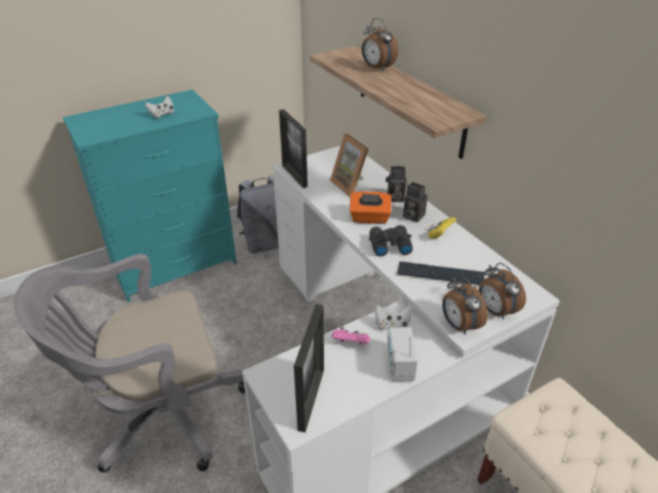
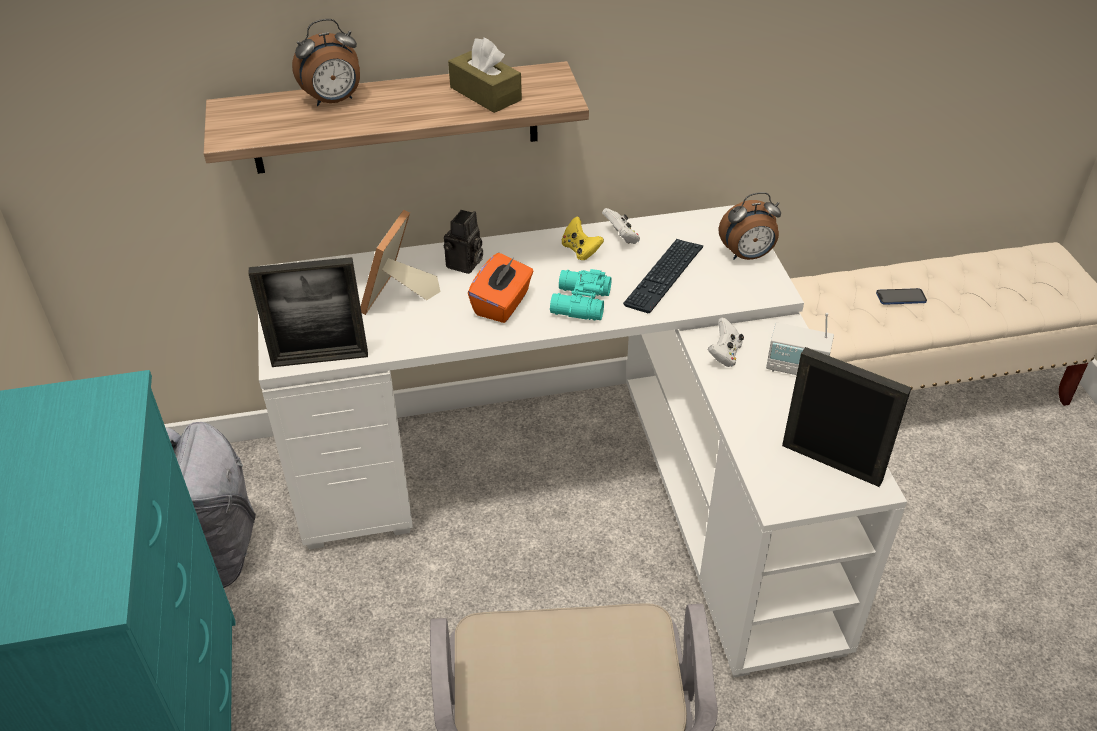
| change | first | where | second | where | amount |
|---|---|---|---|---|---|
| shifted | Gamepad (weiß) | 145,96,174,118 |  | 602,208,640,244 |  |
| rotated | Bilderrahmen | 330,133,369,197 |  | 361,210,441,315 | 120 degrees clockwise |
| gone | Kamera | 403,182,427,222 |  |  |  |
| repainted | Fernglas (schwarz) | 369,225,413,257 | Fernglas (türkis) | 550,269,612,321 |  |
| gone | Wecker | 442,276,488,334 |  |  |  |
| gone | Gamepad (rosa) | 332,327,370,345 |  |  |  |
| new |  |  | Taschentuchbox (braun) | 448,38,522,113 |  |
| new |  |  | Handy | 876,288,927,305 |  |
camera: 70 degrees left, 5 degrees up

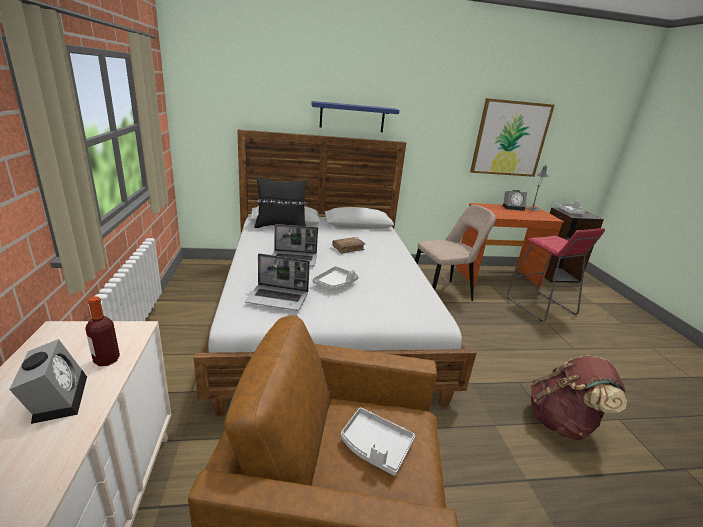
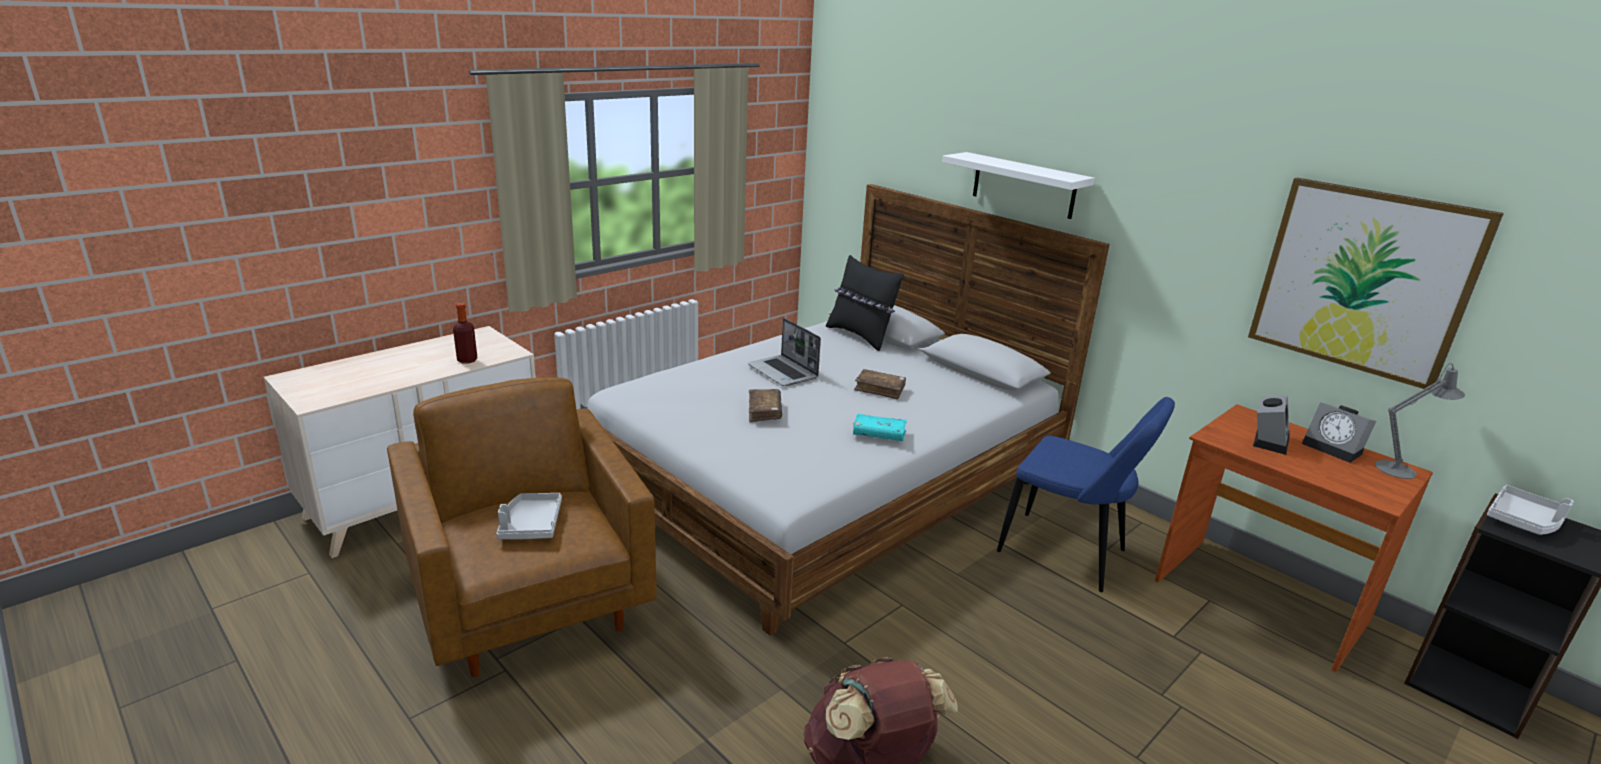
| change | first | where | second | where | amount |
|---|---|---|---|---|---|
| repainted | Wandregal (blau) | 311,101,399,132 | Wandregal (weiß) | 942,152,1095,219 |  |
| repainted | Stuhl (beige) | 415,205,496,301 | Stuhl (blau) | 997,397,1175,592 |  |
| gone | Hocker (rot) | 507,228,605,322 |  |  |  |
| gone | Laptop | 245,253,310,310 |  |  |  |
| swapped | Tablett (grau) | 312,266,359,291 | Buch (braun) | 749,389,782,422 |  |
| shifted | Wecker | 9,339,87,424 |  | 1253,396,1290,455 |  |
| new |  |  | Buch (türkis) | 853,414,907,441 |  |
camera: 55 degrees right, 0 degrees up

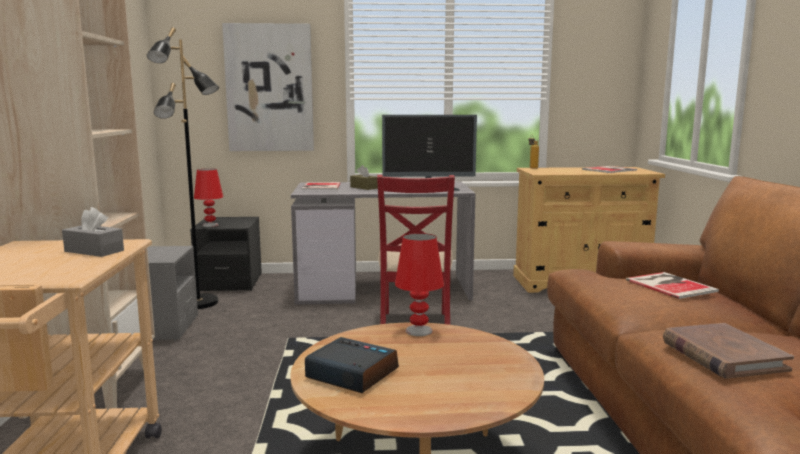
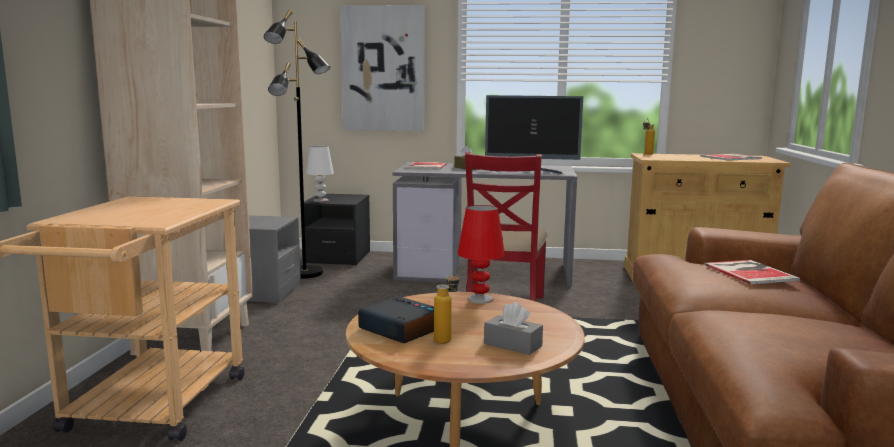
| change | first | where | second | where | amount |
|---|---|---|---|---|---|
| repainted | Tischlampe (rot) | 194,168,223,227 | Tischlampe (weiß) | 306,146,334,202 |  |
| shifted | Taschentuchbox (grau) | 62,207,124,257 |  | 484,302,543,355 |  |
| gone | Buch (braun) | 663,323,794,379 |  |  |  |
| new |  |  | Flasche | 434,270,459,344 |  |
camera: 10 degrees right, 0 degrees up

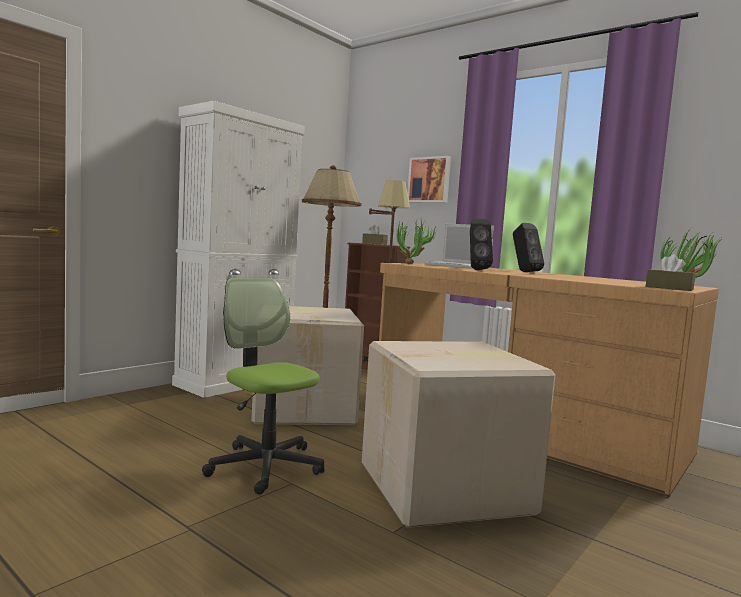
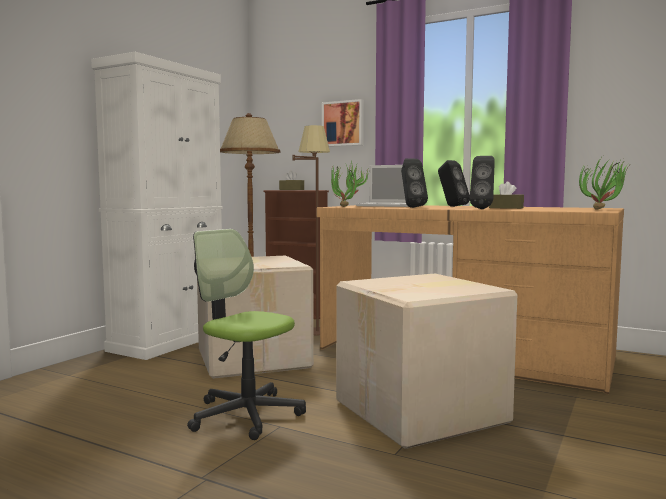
| change | first | where | second | where | amount |
|---|---|---|---|---|---|
| shifted | Taschentuchbox (braun) | 646,254,696,291 |  | 489,182,524,209 |  |
| new |  |  | Lautsprecher (schwarz) | 470,156,495,209 |  |
camera: 10 degrees left, 0 degrees up

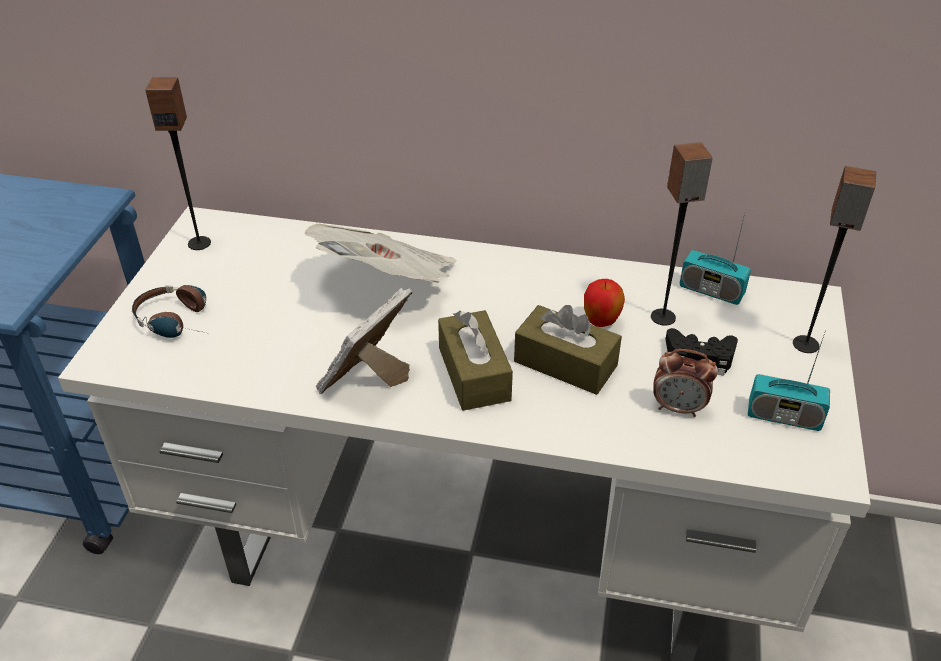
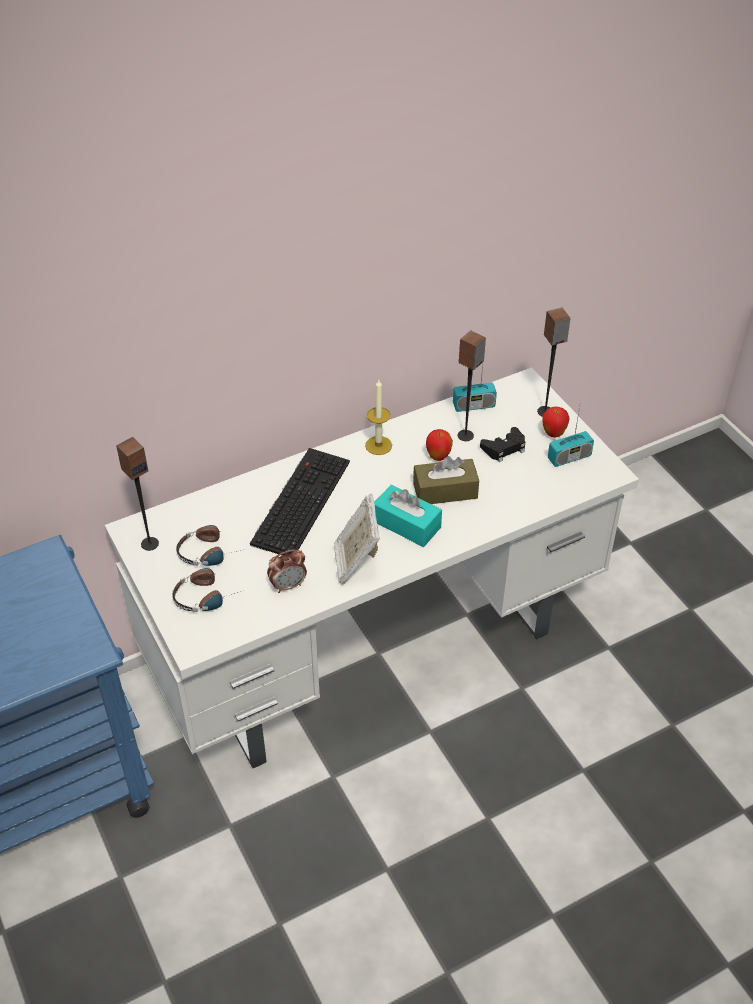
| change | first | where | second | where | amount |
|---|---|---|---|---|---|
| swapped | Zeitung | 305,224,456,283 | Tastatur | 250,448,350,556 |  |
| repainted | Taschentuchbox (braun) | 438,310,513,411 | Taschentuchbox (türkis) | 374,485,442,547 |  |
| shifted | Wecker | 653,349,718,417 |  | 267,550,307,593 |  |
| new |  |  | Kerze | 365,380,392,455 |  |
| new |  |  | Apfel | 542,407,569,438 |  |
| new |  |  | Kopfhörer | 176,525,246,566 |  |
camera: 40 degrees left, 5 degrees up

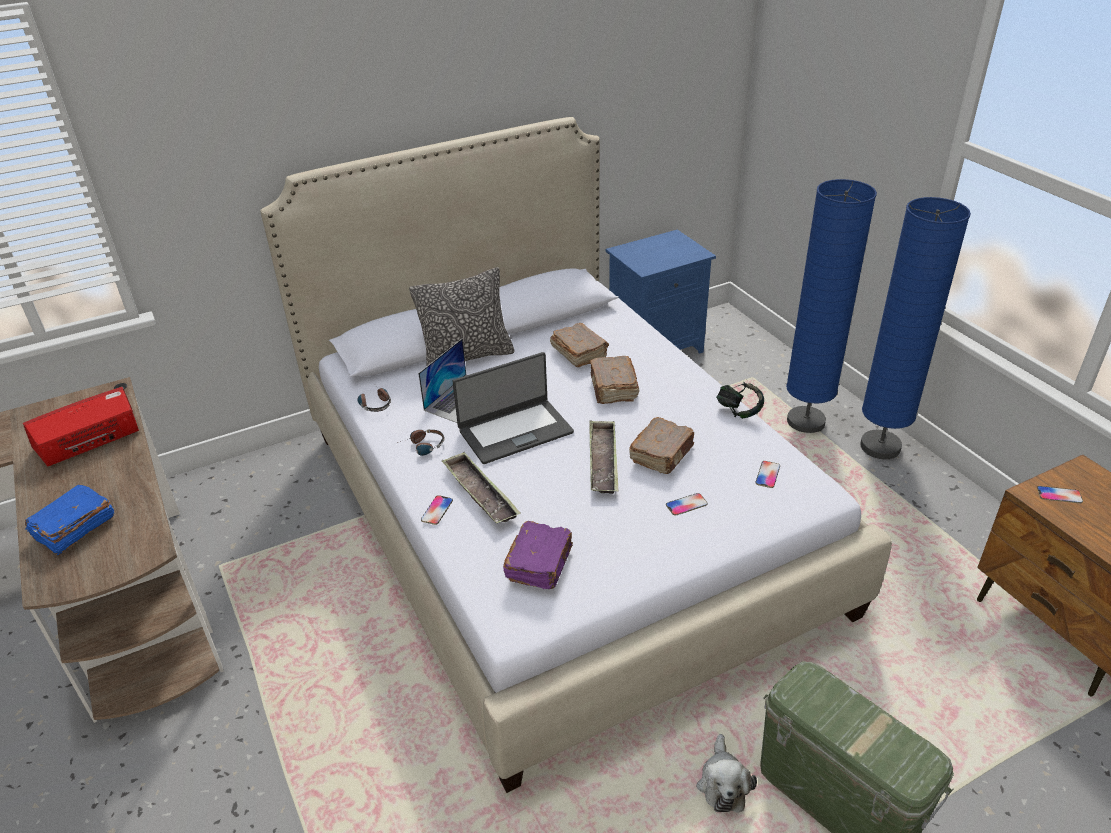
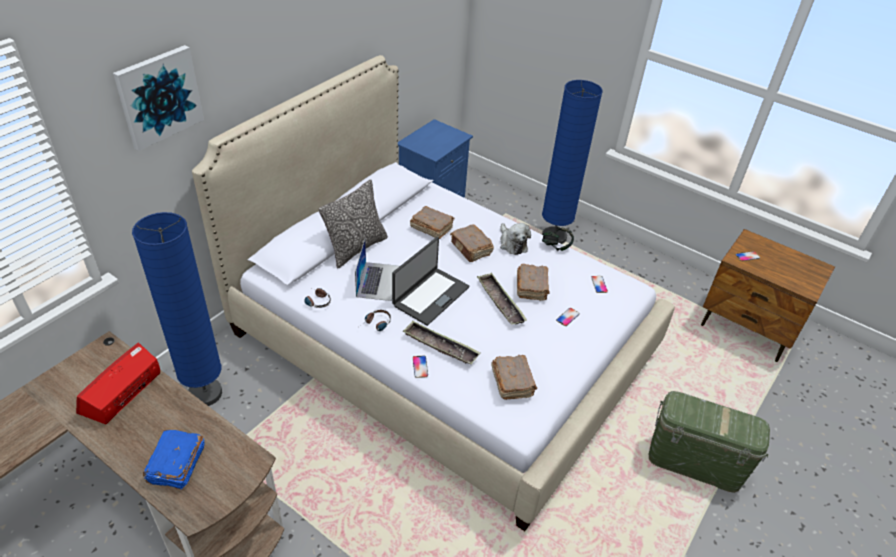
| change | first | where | second | where | amount |
|---|---|---|---|---|---|
| shifted | Stehlampe (blau) | 860,197,971,459 |  | 132,212,222,406 |  |
| repainted | Buch (lila) | 503,521,573,589 | Buch (braun) | 491,355,537,400 |  |
| shifted | Plüschtier | 696,734,757,813 |  | 500,223,531,255 |  |
| new |  |  | Bild | 113,45,204,151 |  |
camera: 30 degrees left, 5 degrees up

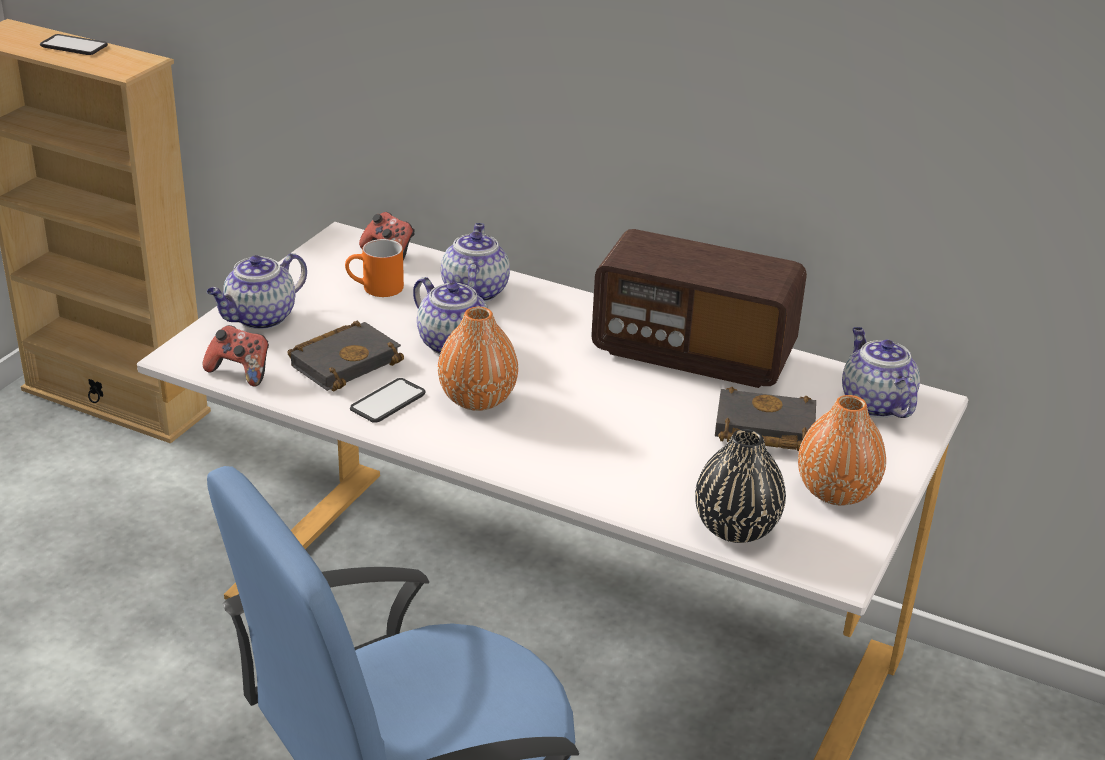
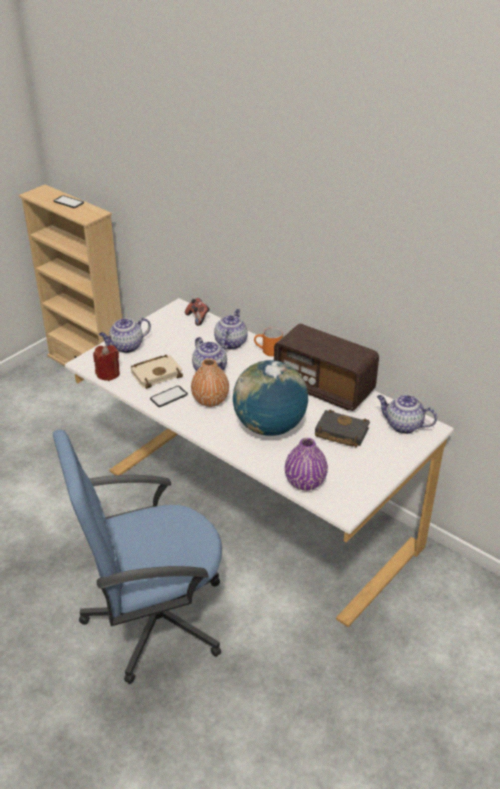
| change | first | where | second | where | amount |
|---|---|---|---|---|---|
| shifted | Henkelbecher (orange) | 345,239,404,297 |  | 254,327,283,356 |  |
| repainted | Buch (schwarz) | 287,321,404,391 | Buch (beige) | 131,355,183,389 |  |
| swapped | Gamepad | 202,325,269,387 | Kerze (rot) | 93,345,120,381 |  |
| rotated | Teekanne | 842,327,920,418 |  | 377,394,437,434 | 60 degrees counterclockwise |
| gone | Vase (orange) | 798,395,886,505 |  |  |  |
| repainted | Vase (schwarz) | 695,429,786,543 | Vase (lila) | 285,438,328,490 |  |
| new |  |  | Globus | 233,360,308,436 |  |
camera: 15 degrees right, 5 degrees up

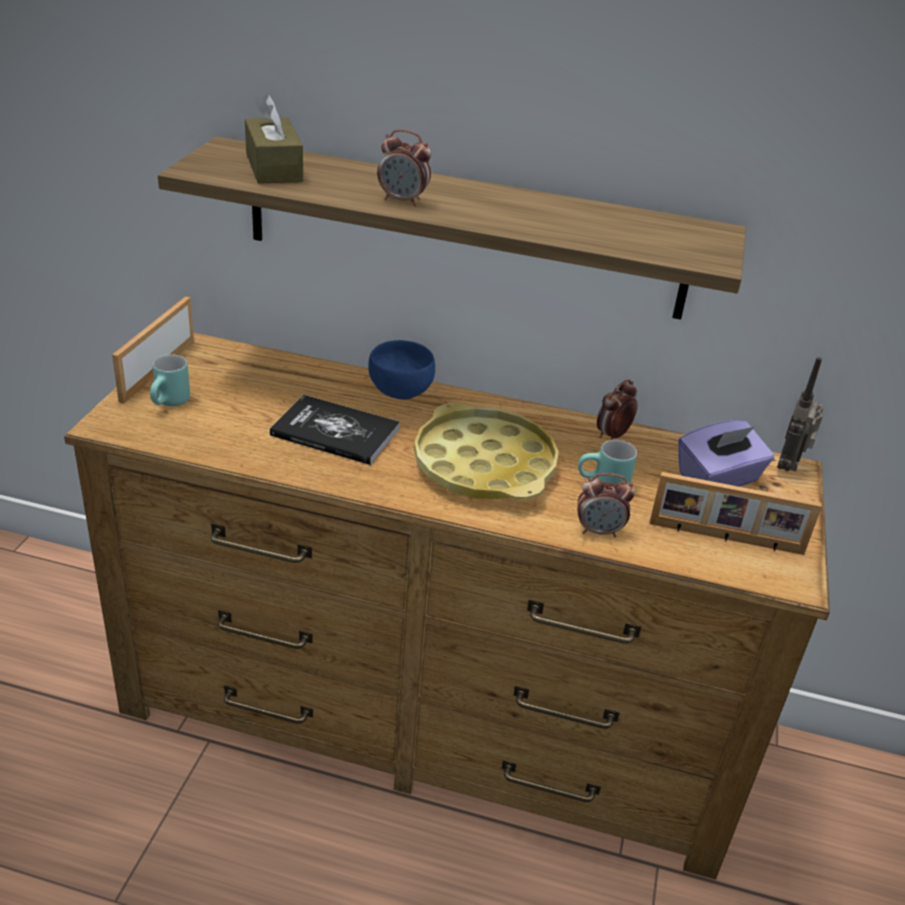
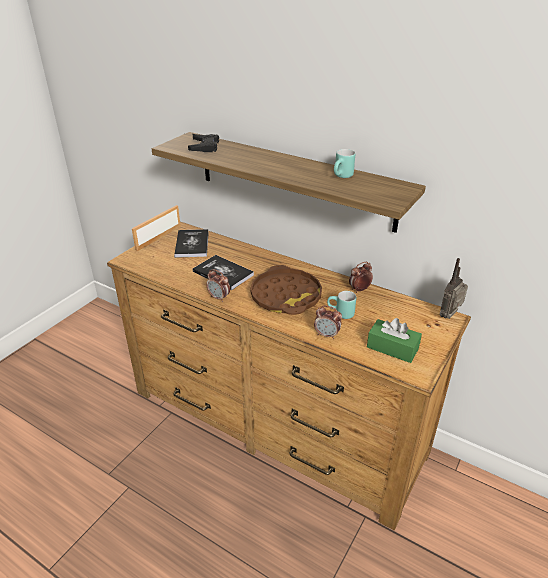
| change | first | where | second | where | amount |
|---|---|---|---|---|---|
| swapped | Taschentuchbox (braun) | 245,95,303,184 | Gamepad (schwarz) | 188,134,219,152 |  |
| shifted | Wecker | 377,129,431,206 |  | 206,269,230,302 |  |
| gone | Schüssel (blau) | 368,340,435,400 |  |  |  |
| shifted | Henkelbecher (türkis) | 150,354,190,406 |  | 334,149,355,178 |  |
| repainted | Tablett (gelb) | 414,402,559,500 | Tablett (braun) | 250,265,322,315 |  |
| gone | Taschentuchbox (lila) | 678,420,774,487 |  |  |  |
| swapped | Bilderrahmen | 649,472,822,555 | Taschentuchbox (grün) | 367,318,422,363 |  |
| new |  |  | Buch | 174,229,209,258 |  |
camera: 20 degrees right, 0 degrees up

